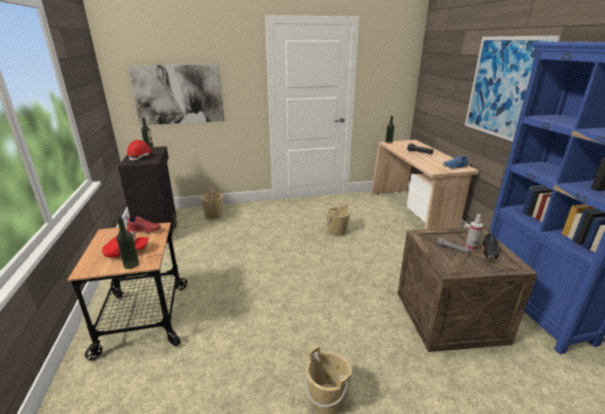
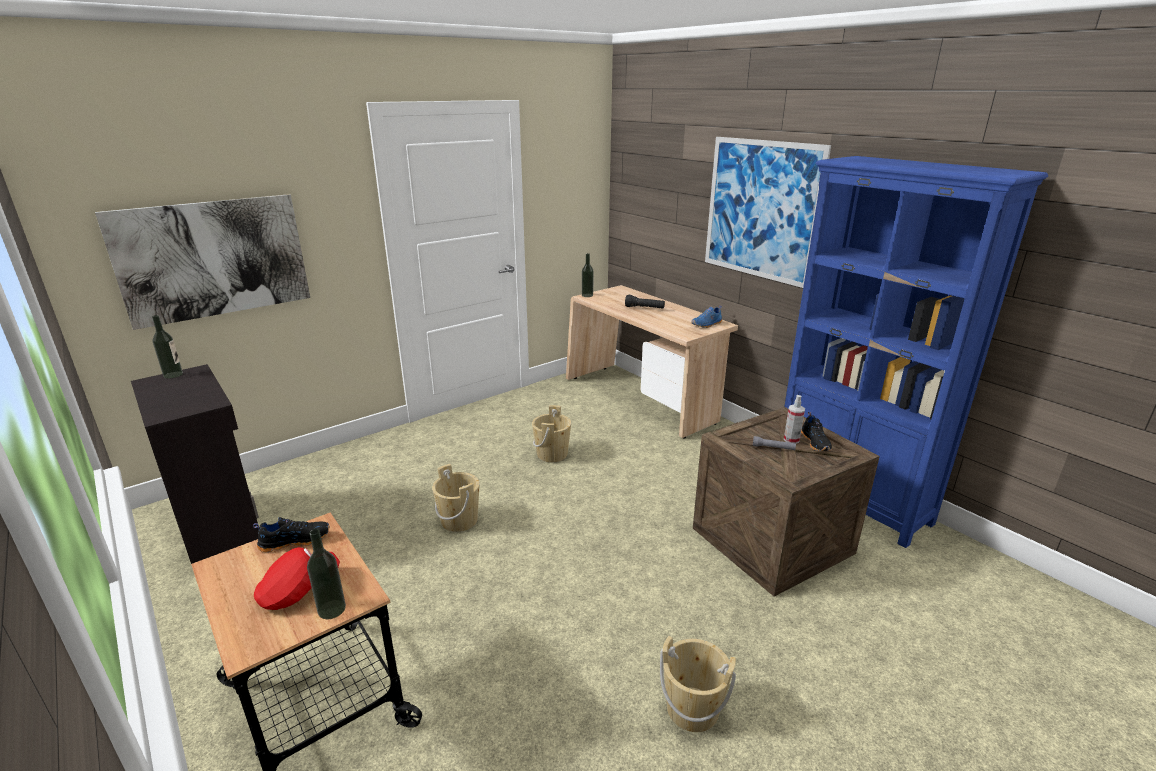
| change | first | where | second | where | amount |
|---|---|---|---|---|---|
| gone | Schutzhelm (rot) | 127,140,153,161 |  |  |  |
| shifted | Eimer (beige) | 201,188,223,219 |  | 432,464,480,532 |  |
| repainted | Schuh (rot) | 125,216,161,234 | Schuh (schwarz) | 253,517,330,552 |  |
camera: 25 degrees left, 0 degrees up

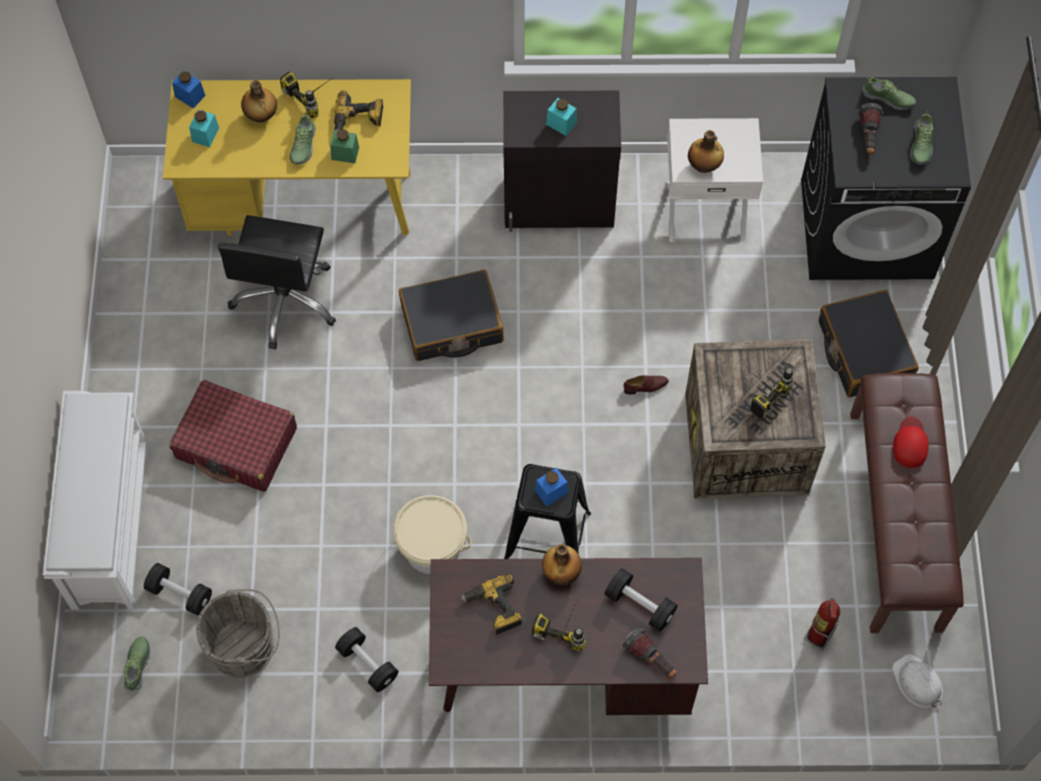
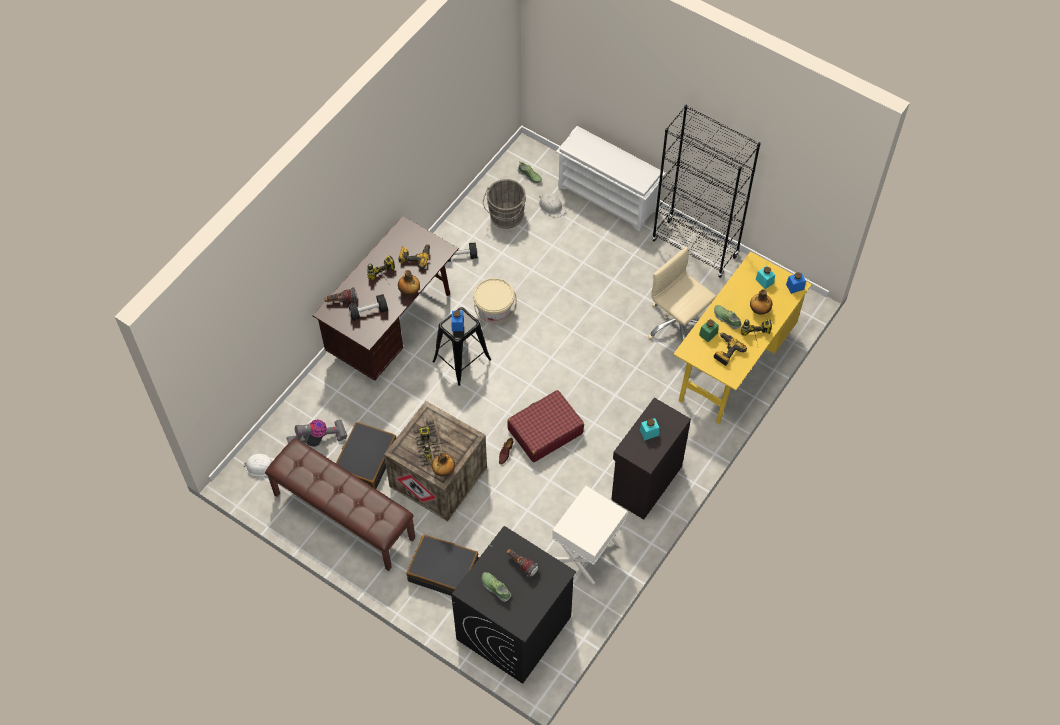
| change | first | where | second | where | amount |
|---|---|---|---|---|---|
| gone | Schuh | 863,76,916,110 |  |  |  |
| shifted | Flasche | 688,130,724,173 |  | 432,452,455,476 |  |
| repainted | Bürostuhl (schwarz) | 217,215,336,349 | Bürostuhl (beige) | 648,246,716,342 |  |
| shifted | Koffer (schwarz) | 399,270,504,361 |  | 336,422,397,489 |  |
| shifted | Koffer (rot) | 169,380,297,492 |  | 507,390,584,462 |  |
| gone | Kappe (rot) | 893,416,929,468 |  |  |  |
| swapped | Hantel (schwarz) | 144,563,212,616 | Schutzhelm (weiß) | 539,193,566,218 |  |
| swapped | Feuerlöscher | 804,598,840,650 | Staubsauger | 286,420,347,447 |  |
| new |  |  | Bücherregal (schwarz) | 652,105,761,278 |  |
camera: 125 degrees right, 5 degrees down

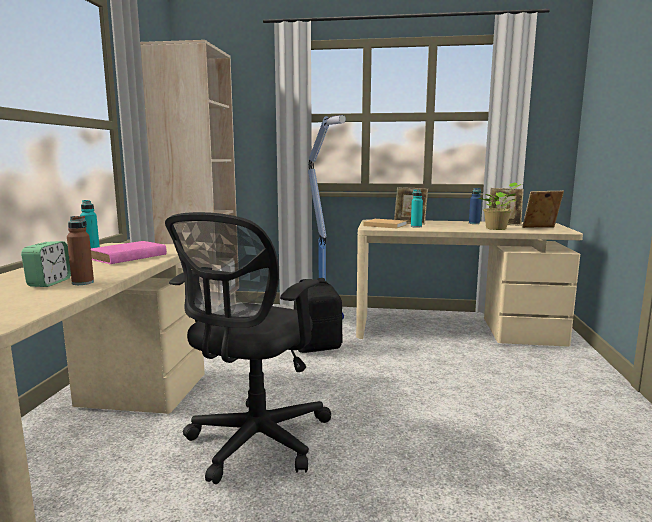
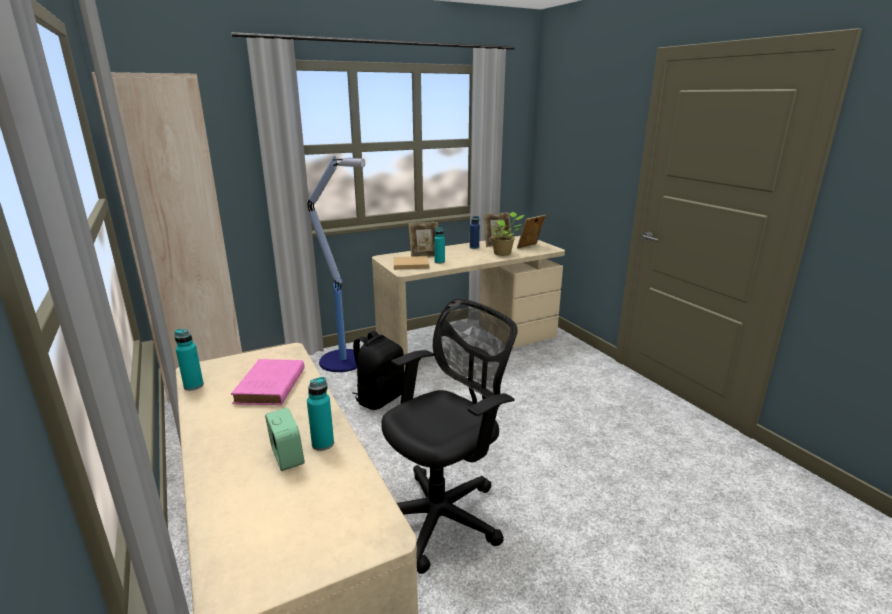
| change | first | where | second | where | amount |
|---|---|---|---|---|---|
| rotated | Bürostuhl (schwarz) | 165,212,331,484 |  | 381,298,518,574 | 120 degrees counterclockwise |
| repainted | Flasche (braun) | 67,216,94,285 | Flasche (türkis) | 307,377,334,451 |  |
camera: 35 degrees left, 10 degrees up

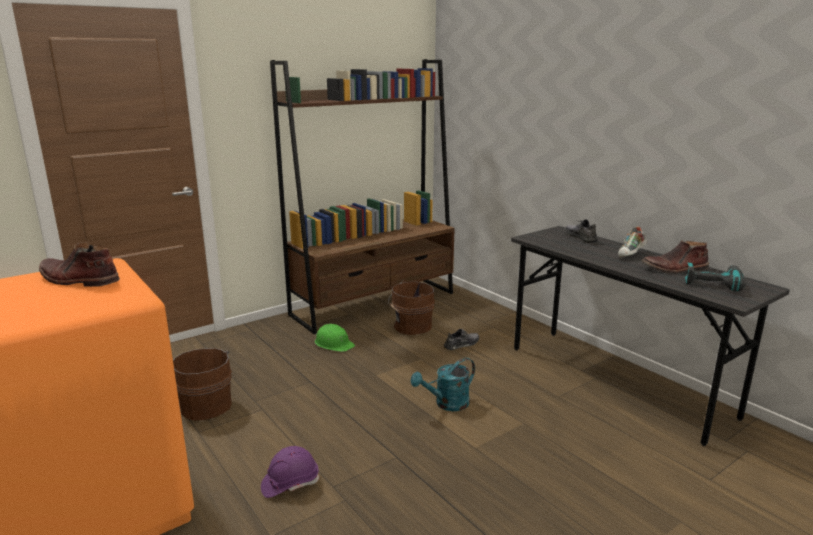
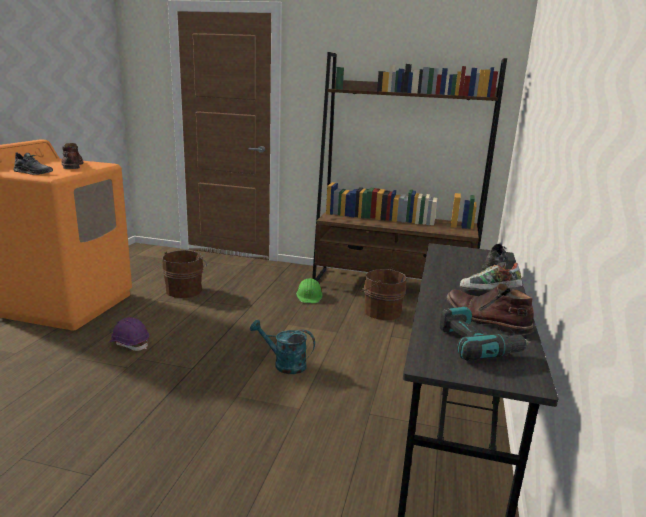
| change | first | where | second | where | amount |
|---|---|---|---|---|---|
| shifted | Schuh (grau) | 444,328,479,350 |  | 13,152,53,175 |  |
camera: 50 degrees right, 0 degrees up

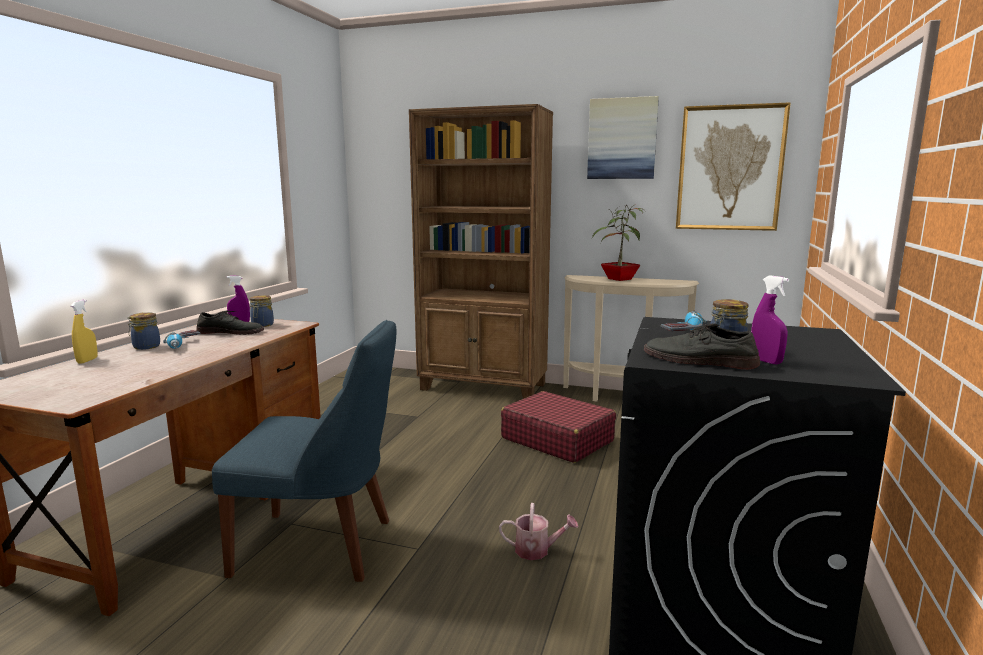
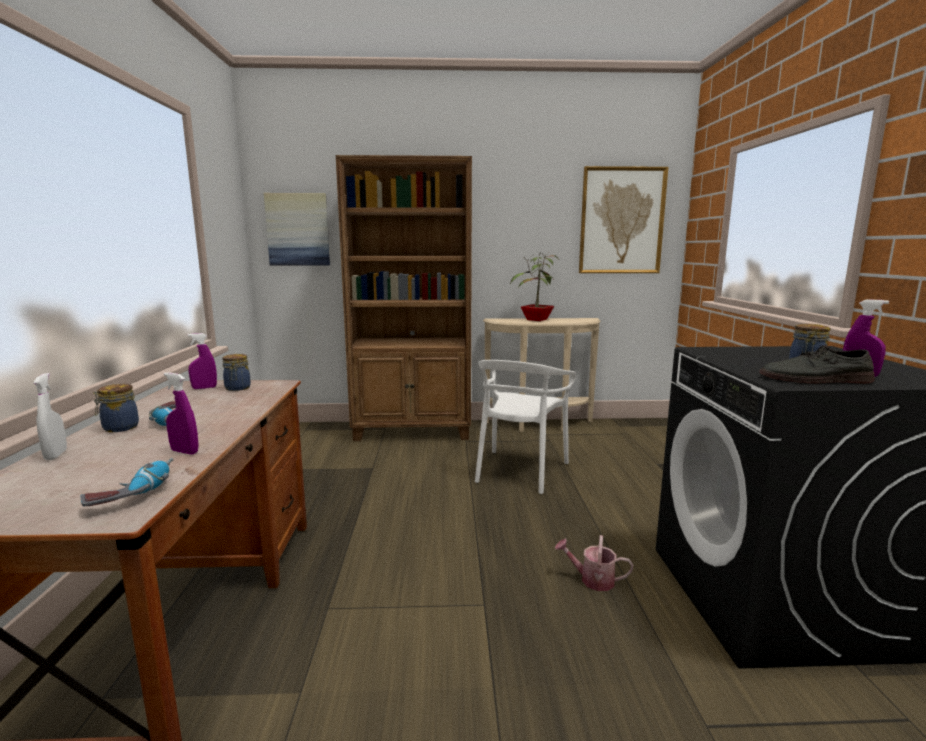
| change | first | where | second | where | amount |
|---|---|---|---|---|---|
| shifted | Bild | 587,96,659,179 |  | 264,193,330,266 |  |
| repainted | Sprühflasche (gelb) | 71,300,98,364 | Sprühflasche (weiß) | 33,373,67,460 |  |
| gone | Schuh (grau) | 196,310,264,335 |  |  |  |
| shifted | Bohrmaschine | 661,311,707,331 |  | 81,458,174,507 |  |
| gone | Stuhl (blau) | 212,320,396,582 |  |  |  |
| swapped | Koffer (rot) | 501,391,616,463 | Stuhl (weiß) | 475,360,576,494 |  |
| rotated | Gießkanne | 499,503,579,560 |  | 555,535,633,591 | 150 degrees counterclockwise |
| new |  |  | Sprühflasche (lila) | 164,372,199,455 |  |
camera: 20 degrees left, 0 degrees up

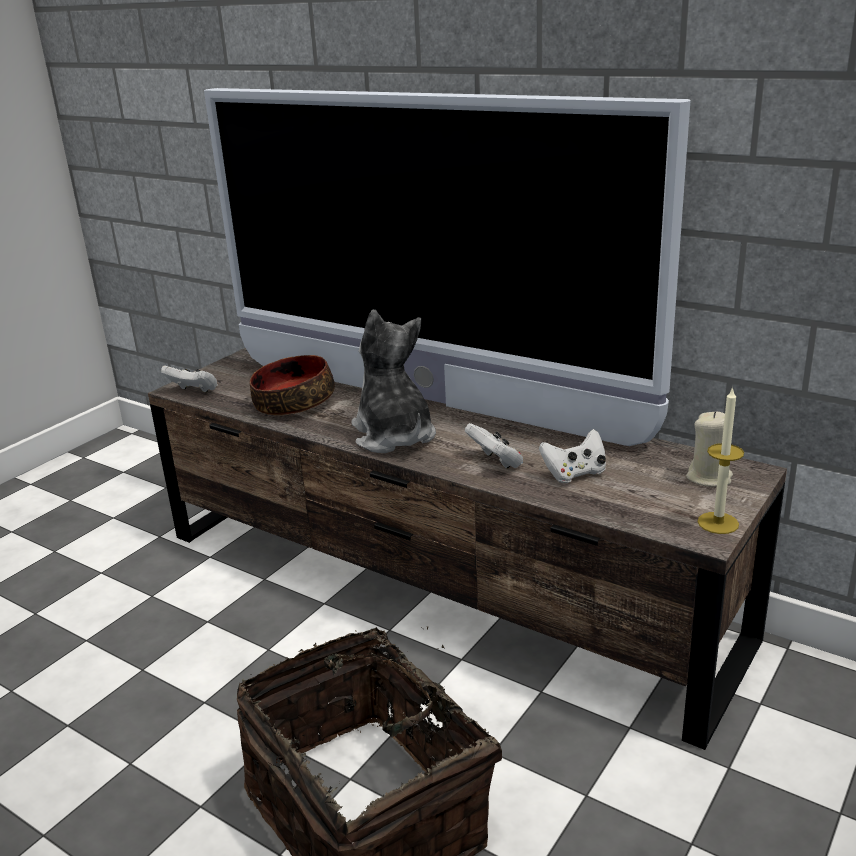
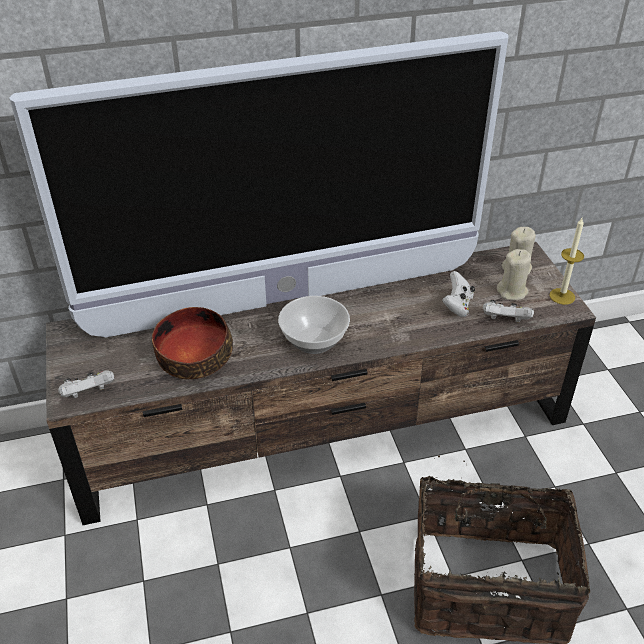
| change | first | where | second | where | amount |
|---|---|---|---|---|---|
| swapped | Plüschtier | 351,309,436,453 | Schüssel | 278,296,350,354 |  |
| shifted | Gamepad (weiß) | 465,423,523,469 |  | 483,300,534,322 |  |
| new |  |  | Kerze (beige) | 497,249,531,300 |  |
camera: 50 degrees left, 15 degrees up

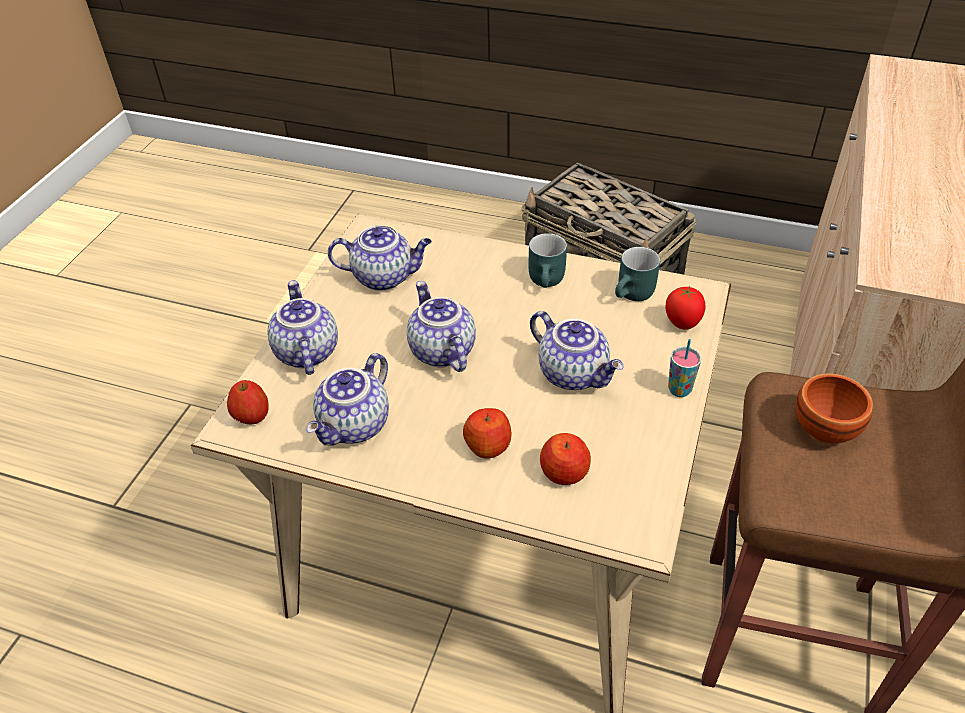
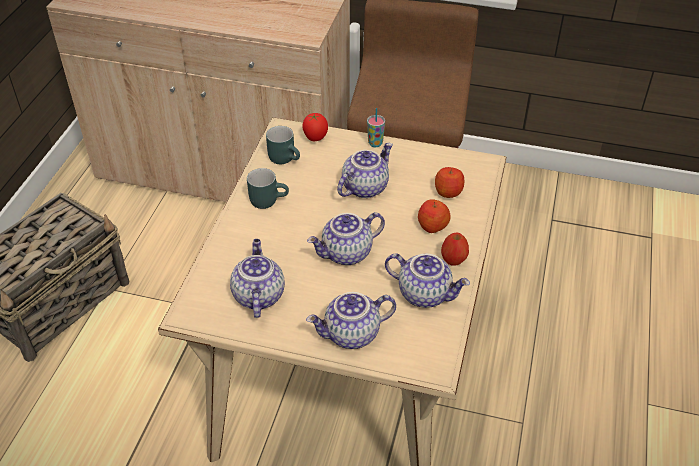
| change | first | where | second | where | amount |
|---|---|---|---|---|---|
| gone | Schüssel (braun) | 796,374,873,444 |  |  |  |
| shifted | Apfel | 227,380,269,424 |  | 441,233,469,266 |  |
camera: 95 degrees left, 0 degrees up

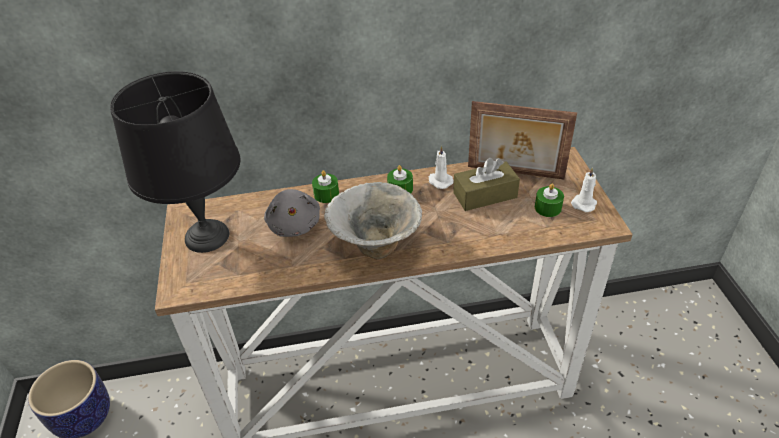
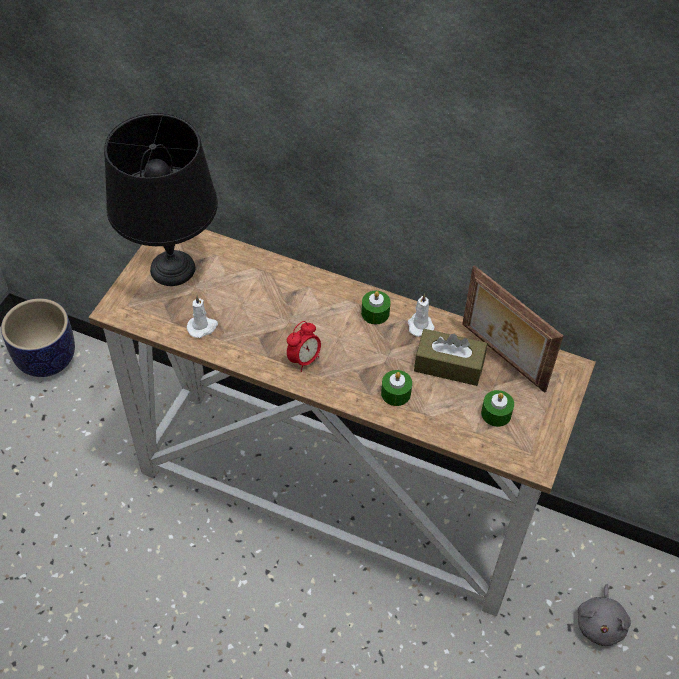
| change | first | where | second | where | amount |
|---|---|---|---|---|---|
| shifted | Kerze (weiß) | 571,167,597,212 |  | 187,295,218,338 |  |
| shifted | Kerze (grün) | 312,170,339,203 |  | 381,370,412,406 |  |
| swapped | Schüssel | 324,182,422,259 | Wecker | 287,321,321,372 |  |
| shifted | Plüschtier (grau) | 264,189,320,237 |  | 578,584,631,646 |  |
camera: 30 degrees right, 10 degrees up

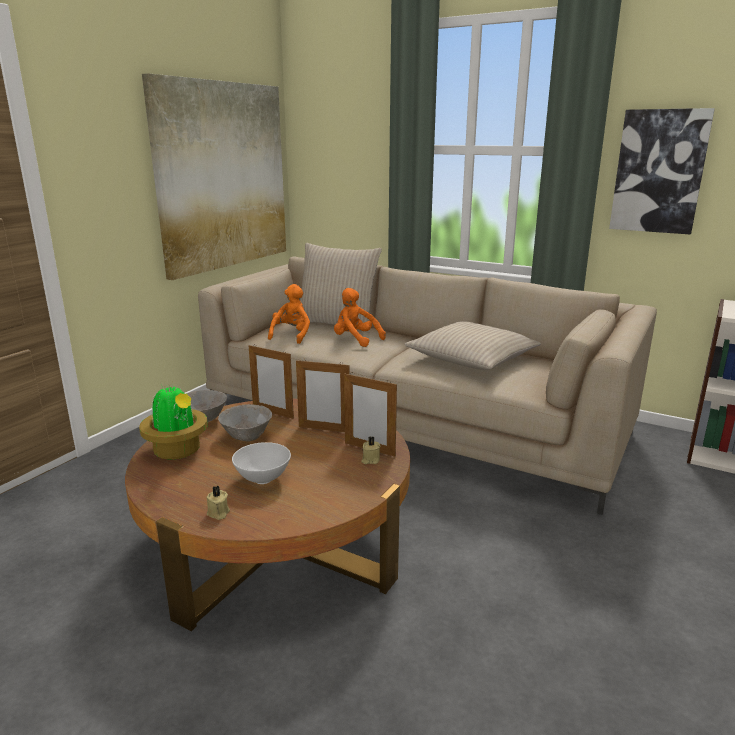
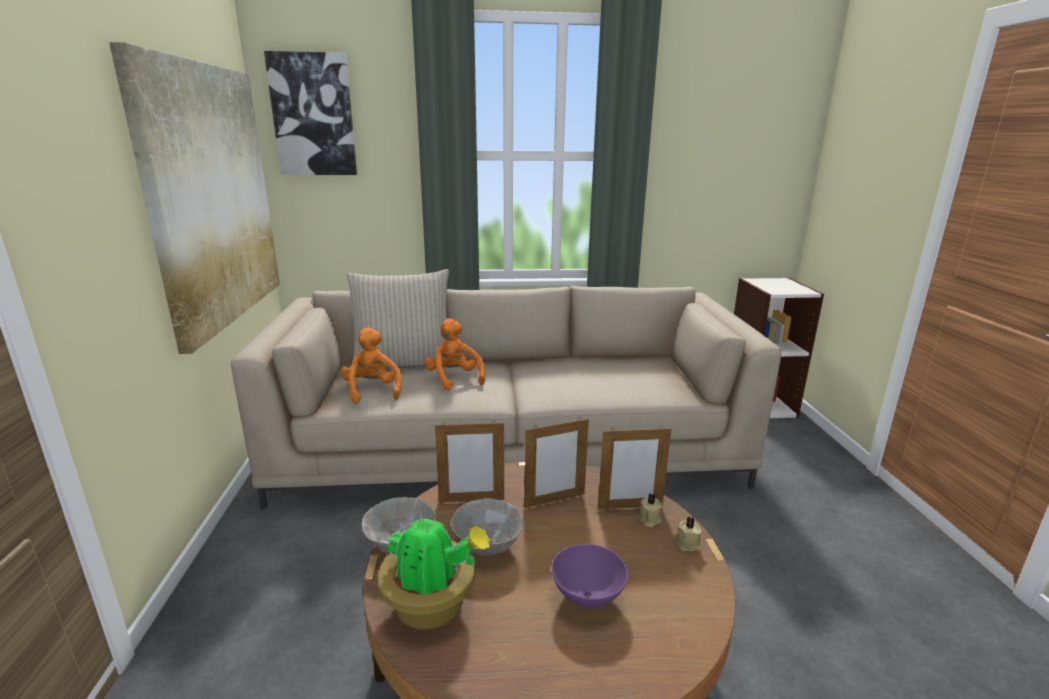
| change | first | where | second | where | amount |
|---|---|---|---|---|---|
| shifted | Bild | 609,108,715,235 |  | 264,51,357,175 |  |
| rotated | Plüschtier (orange) | 334,288,386,347 |  | 424,318,485,391 | 60 degrees clockwise |
| gone | Kissen (beige) | 405,321,541,370 |  |  |  |
| repainted | Schüssel (weiß) | 232,442,291,484 | Schüssel (lila) | 551,544,628,608 |  |
| shifted | Kerze (beige) | 207,486,230,520 |  | 675,517,702,551 |  |
camera: 35 degrees left, 0 degrees up

